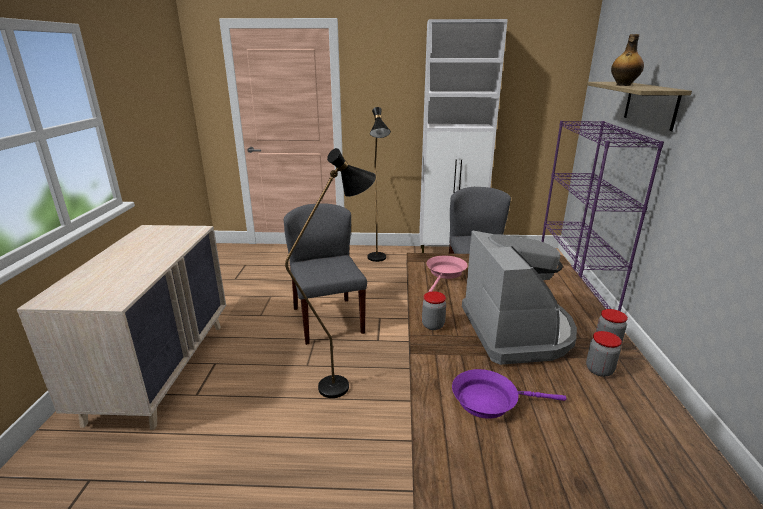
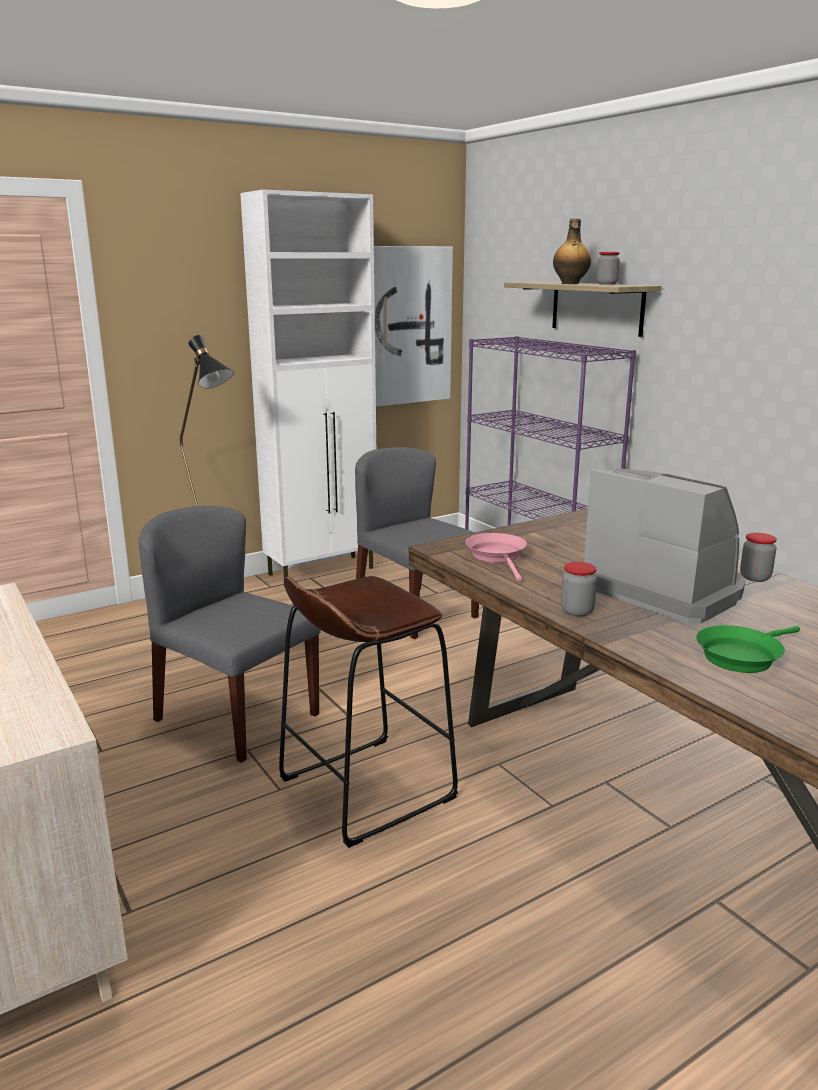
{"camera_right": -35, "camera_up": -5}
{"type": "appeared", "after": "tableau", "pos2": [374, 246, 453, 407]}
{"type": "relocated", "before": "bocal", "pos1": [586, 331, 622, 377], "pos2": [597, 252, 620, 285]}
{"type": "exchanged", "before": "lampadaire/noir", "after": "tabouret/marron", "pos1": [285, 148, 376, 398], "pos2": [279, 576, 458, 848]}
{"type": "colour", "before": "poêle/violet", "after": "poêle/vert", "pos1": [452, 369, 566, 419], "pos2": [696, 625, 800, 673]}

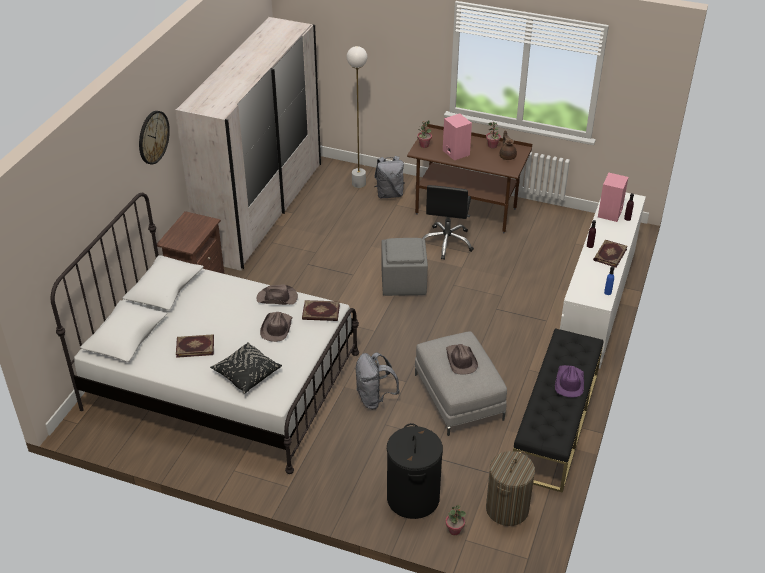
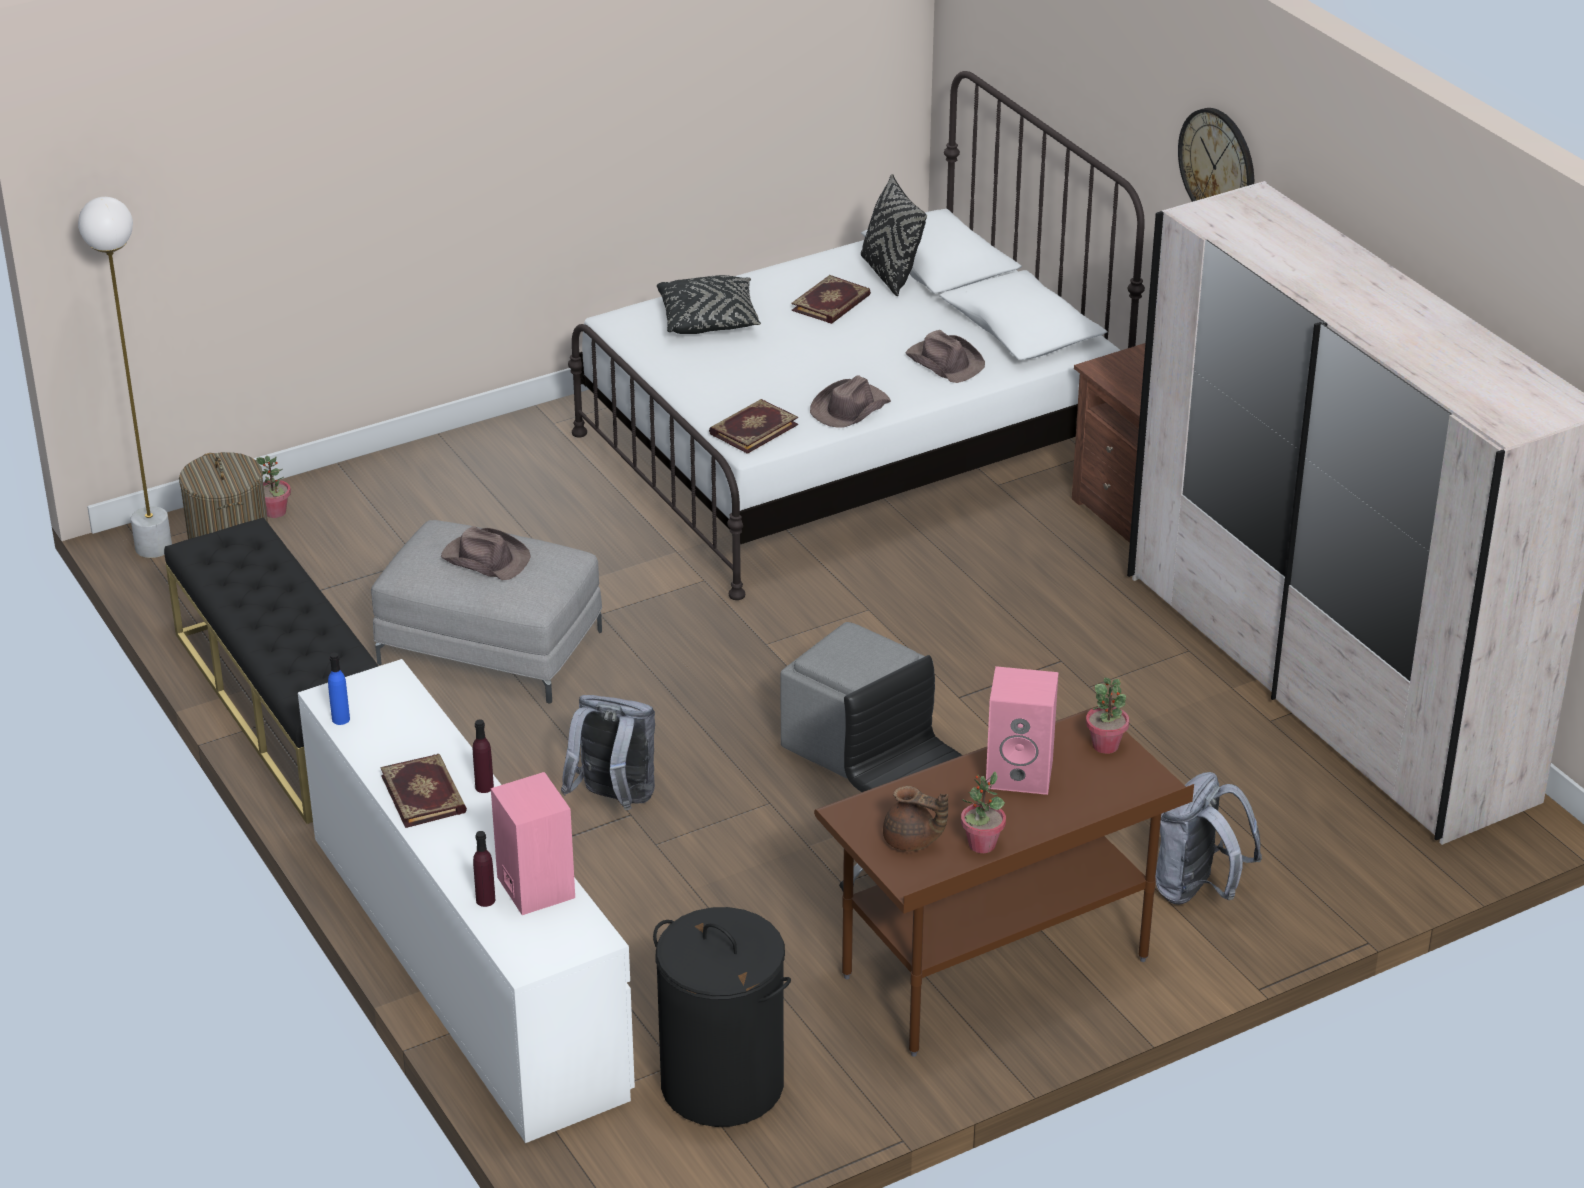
{"camera_right": 130, "camera_up": -5}
{"type": "missing", "before": "chapeau/violet", "pos1": [555, 365, 584, 398]}
{"type": "appeared", "after": "coussin/noir", "pos2": [861, 174, 927, 296]}
{"type": "relocated", "before": "chapeau/marron", "pos1": [260, 312, 293, 342], "pos2": [905, 330, 985, 383]}
{"type": "relocated", "before": "lampadaire/blanc", "pos1": [347, 46, 367, 188], "pos2": [78, 197, 172, 558]}
{"type": "relocated", "before": "sac à dos/gris", "pos1": [356, 352, 400, 409], "pos2": [561, 695, 655, 810]}
{"type": "relocated", "before": "panier à linge/noir", "pos1": [387, 423, 443, 519], "pos2": [653, 907, 791, 1127]}

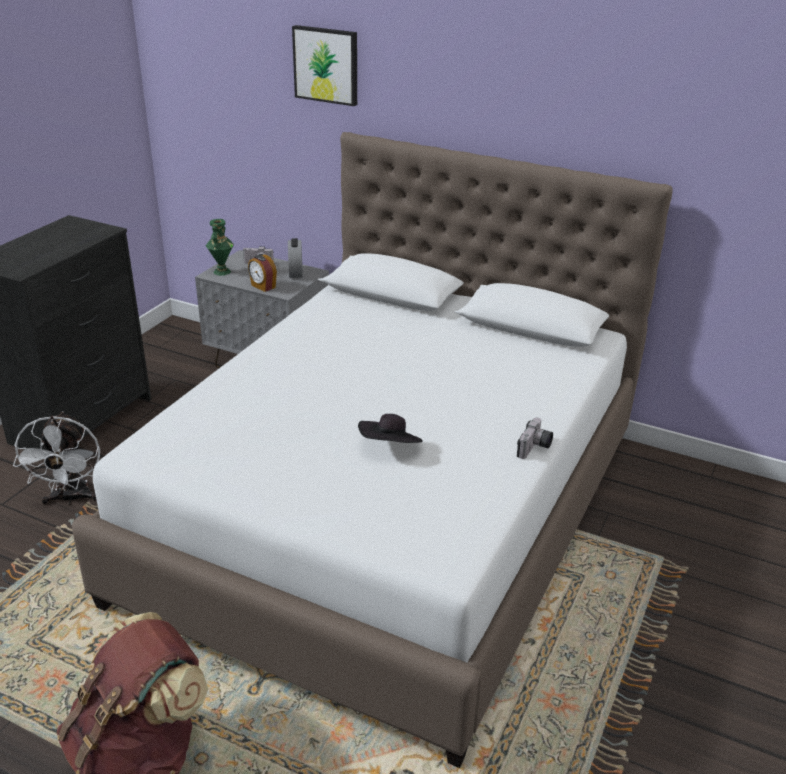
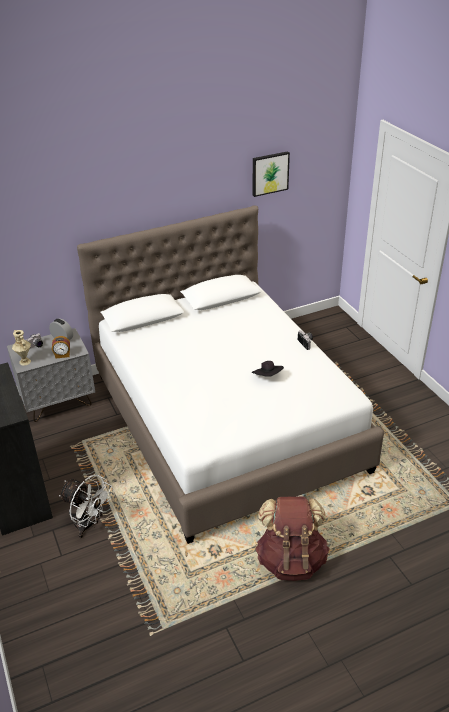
{"camera_right": -50, "camera_up": 5}
{"type": "relocated", "before": "tableau", "pos1": [292, 25, 357, 106], "pos2": [253, 151, 290, 197]}
{"type": "colour", "before": "vase/vert", "after": "vase/beige", "pos1": [206, 219, 234, 276], "pos2": [12, 330, 31, 366]}

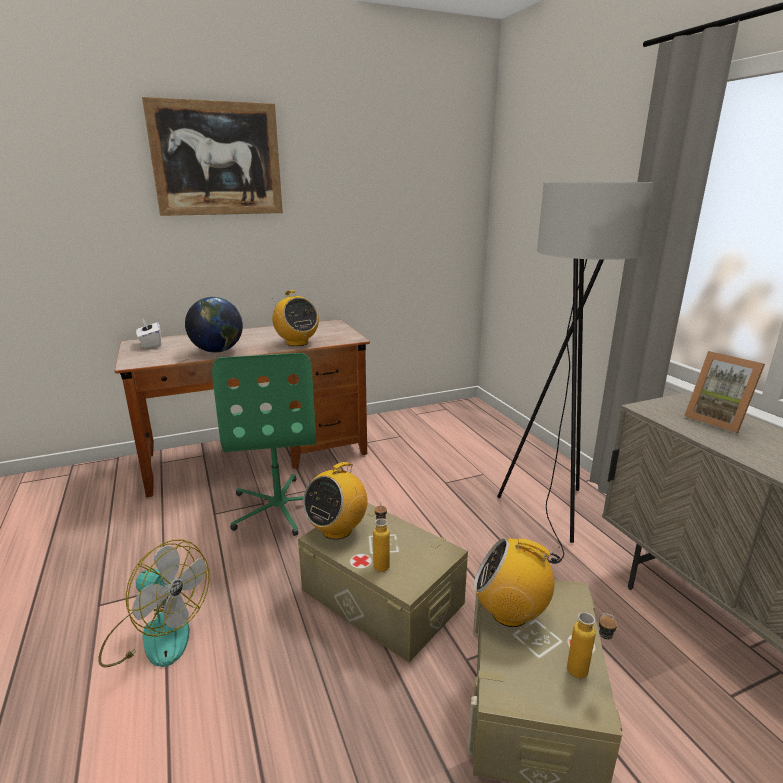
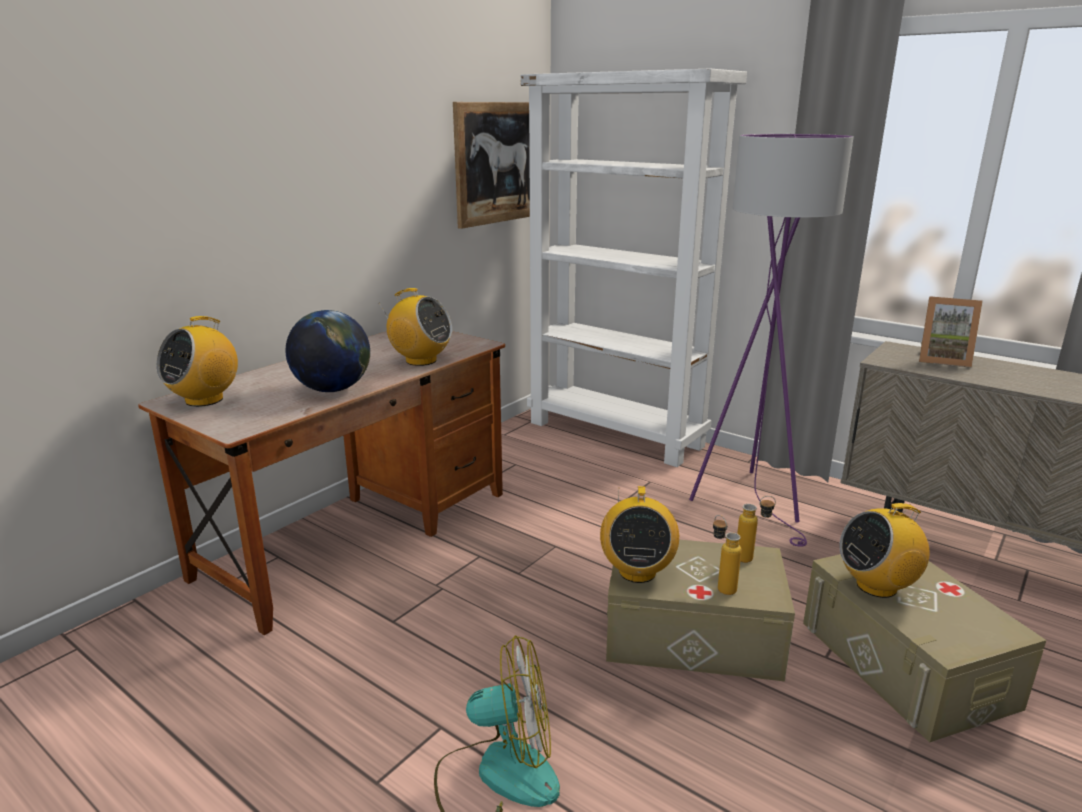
{"camera_right": -30, "camera_up": 0}
{"type": "missing", "before": "chaise de bureau/vert", "pos1": [212, 353, 316, 536]}
{"type": "appeared", "after": "bibliothèque/blanc", "pos2": [521, 69, 747, 467]}
{"type": "relocated", "before": "tableau", "pos1": [142, 97, 283, 216], "pos2": [453, 102, 530, 229]}
{"type": "relocated", "before": "bouteille", "pos1": [567, 612, 618, 678], "pos2": [737, 496, 776, 563]}
{"type": "exchanged", "before": "boîte à mouchoirs/blanc", "after": "radio", "pos1": [136, 319, 161, 349], "pos2": [156, 316, 238, 407]}
{"type": "colour", "before": "lampadaire/noir", "after": "lampadaire/violet", "pos1": [497, 182, 654, 564], "pos2": [689, 134, 854, 547]}

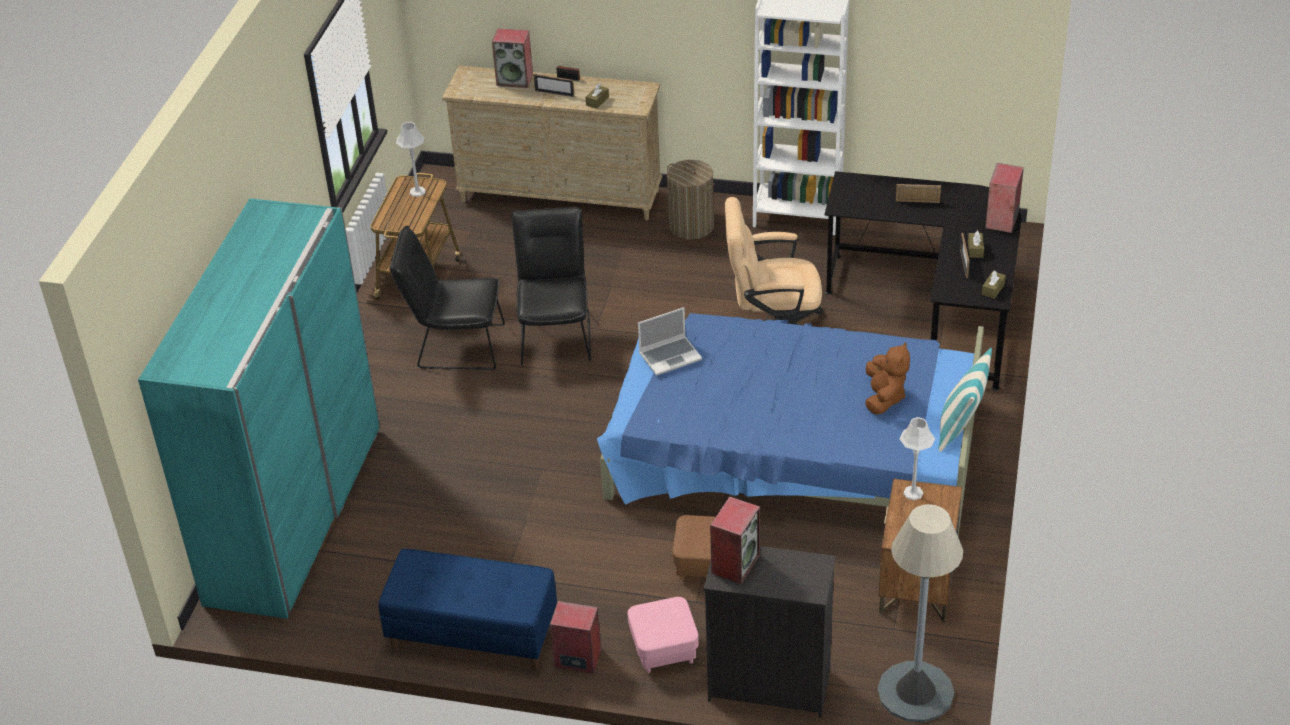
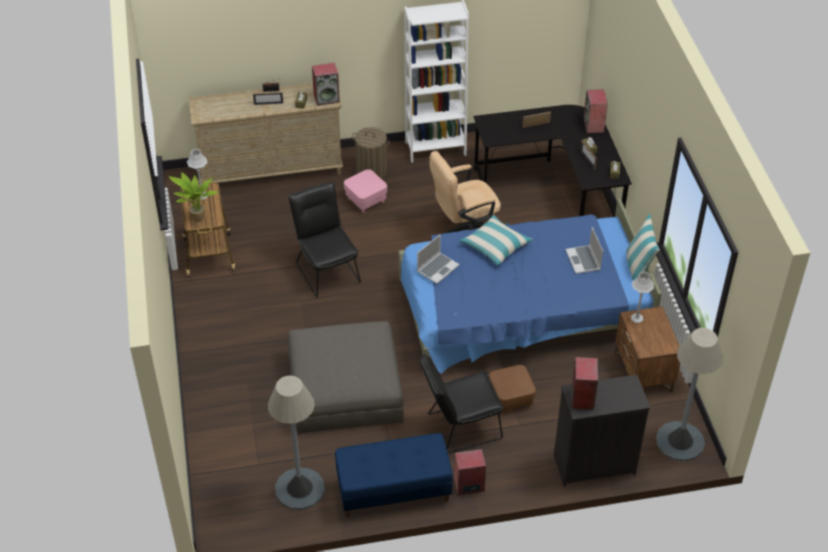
{"camera_right": -25, "camera_up": 5}
{"type": "missing", "before": "armoire/turquoise", "pos1": [138, 198, 380, 619]}
{"type": "appeared", "after": "plante en pot", "pos2": [169, 172, 218, 222]}
{"type": "appeared", "after": "lampadaire/gris", "pos2": [268, 376, 325, 510]}
{"type": "appeared", "after": "pouf/gris", "pos2": [287, 321, 404, 434]}
{"type": "appeared", "after": "coussin", "pos2": [460, 215, 532, 266]}
{"type": "relocated", "before": "chaise/noir", "pos1": [390, 226, 505, 370], "pos2": [420, 354, 504, 453]}
{"type": "relocated", "before": "enceinte", "pos1": [492, 29, 533, 88], "pos2": [312, 63, 340, 106]}
{"type": "relocated", "before": "pouf/rose", "pos1": [628, 597, 699, 673], "pos2": [344, 169, 387, 213]}
{"type": "exchanged", "before": "peluche/marron", "after": "ordinateur portable", "pos1": [865, 342, 910, 415], "pos2": [565, 227, 603, 274]}

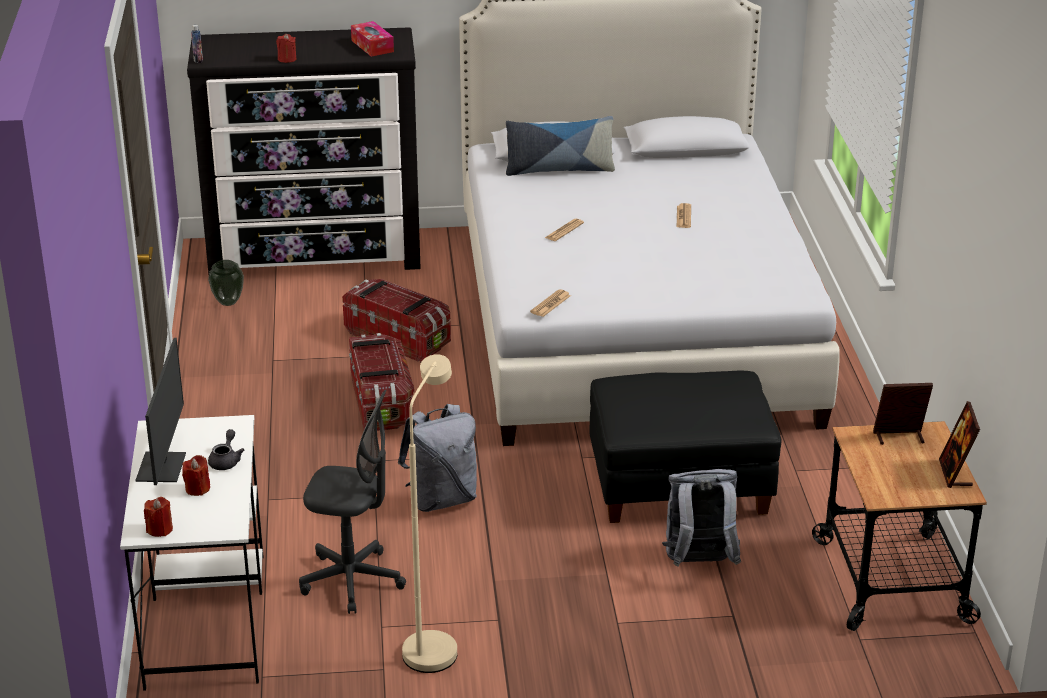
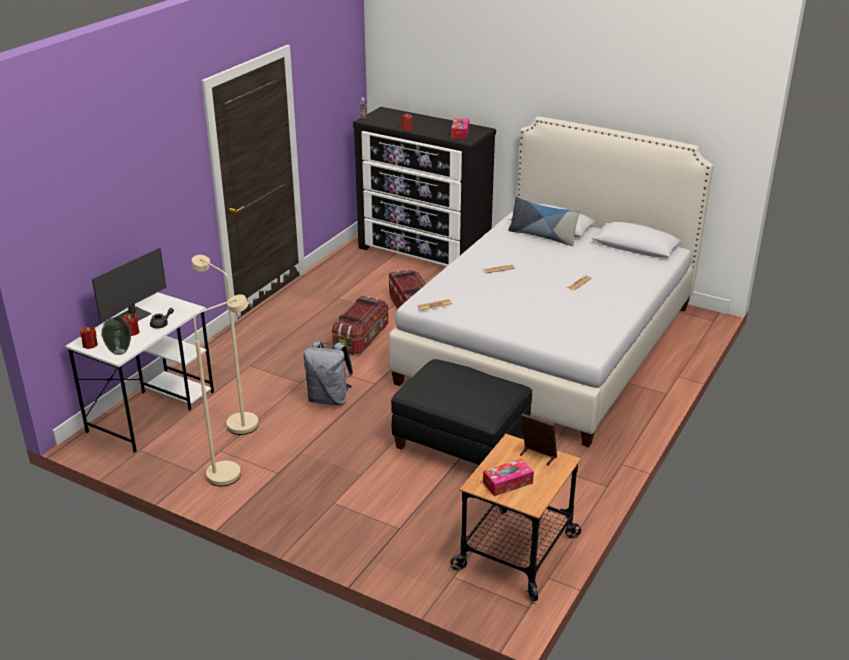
{"camera_right": 35, "camera_up": 0}
{"type": "missing", "before": "sac à dos/gris", "pos1": [662, 469, 741, 567]}
{"type": "missing", "before": "cadre photo", "pos1": [939, 401, 980, 488]}
{"type": "appeared", "after": "boîte à mouchoirs", "pos2": [483, 459, 534, 496]}
{"type": "relocated", "before": "vase", "pos1": [208, 260, 244, 306], "pos2": [101, 317, 131, 355]}
{"type": "exchanged", "before": "chaise de bureau/gris", "after": "lampadaire/beige", "pos1": [299, 390, 406, 614], "pos2": [191, 255, 259, 435]}

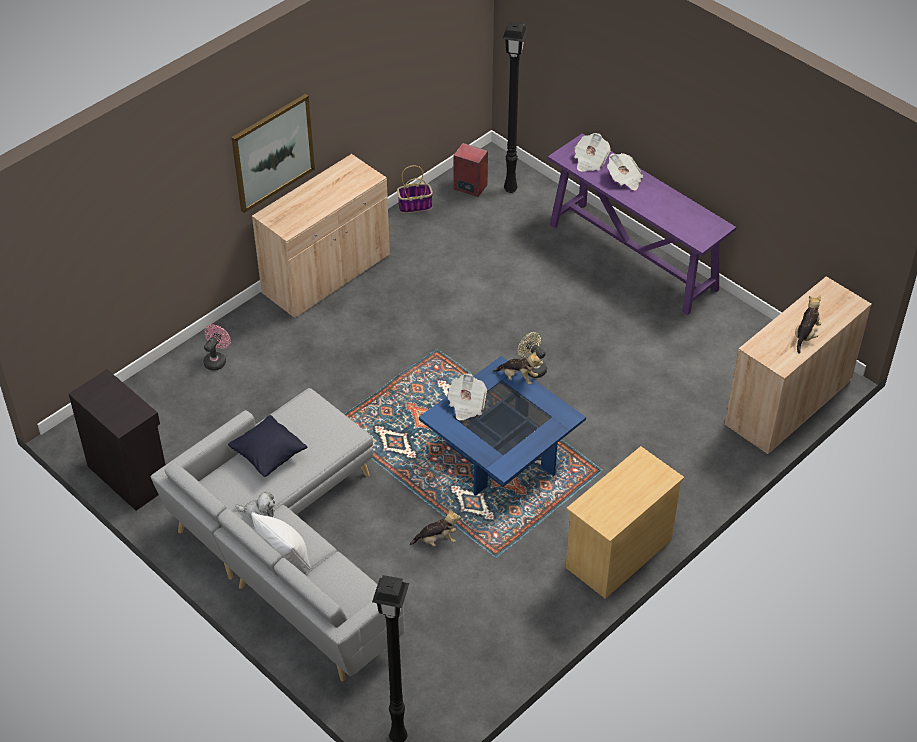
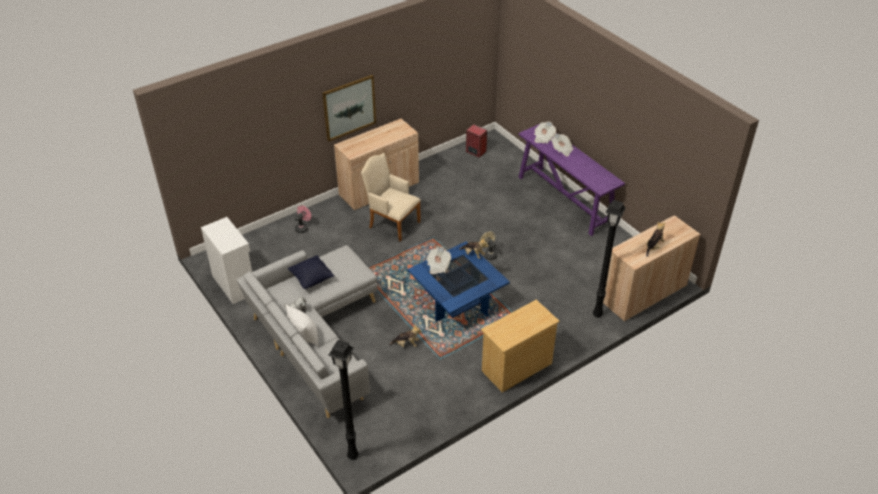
{"camera_right": 10, "camera_up": -5}
{"type": "missing", "before": "panier", "pos1": [397, 165, 433, 213]}
{"type": "appeared", "after": "fauteuil/beige", "pos2": [361, 153, 421, 242]}
{"type": "relocated", "before": "lampadaire/noir", "pos1": [503, 21, 528, 193], "pos2": [593, 200, 626, 318]}
{"type": "colour", "before": "meuble de rangement/noir", "after": "meuble de rangement/blanc", "pos1": [69, 369, 166, 511], "pos2": [201, 217, 252, 304]}

